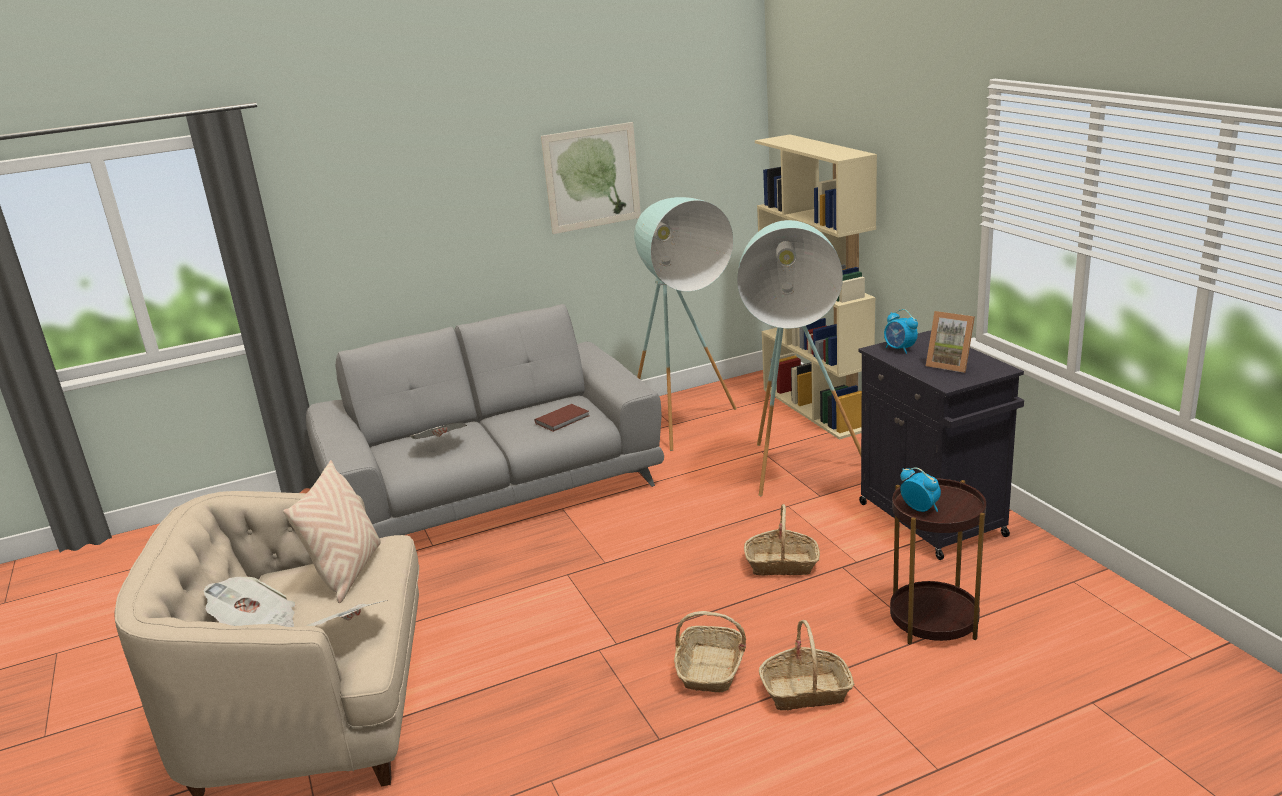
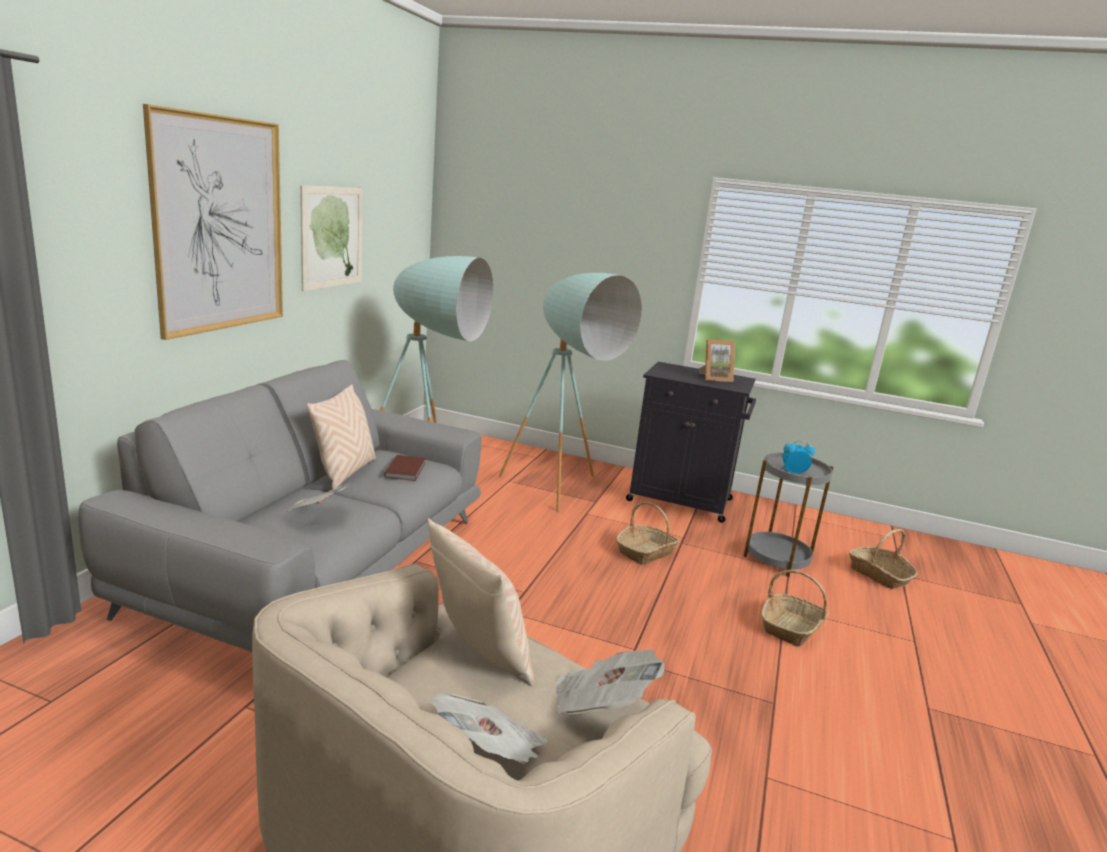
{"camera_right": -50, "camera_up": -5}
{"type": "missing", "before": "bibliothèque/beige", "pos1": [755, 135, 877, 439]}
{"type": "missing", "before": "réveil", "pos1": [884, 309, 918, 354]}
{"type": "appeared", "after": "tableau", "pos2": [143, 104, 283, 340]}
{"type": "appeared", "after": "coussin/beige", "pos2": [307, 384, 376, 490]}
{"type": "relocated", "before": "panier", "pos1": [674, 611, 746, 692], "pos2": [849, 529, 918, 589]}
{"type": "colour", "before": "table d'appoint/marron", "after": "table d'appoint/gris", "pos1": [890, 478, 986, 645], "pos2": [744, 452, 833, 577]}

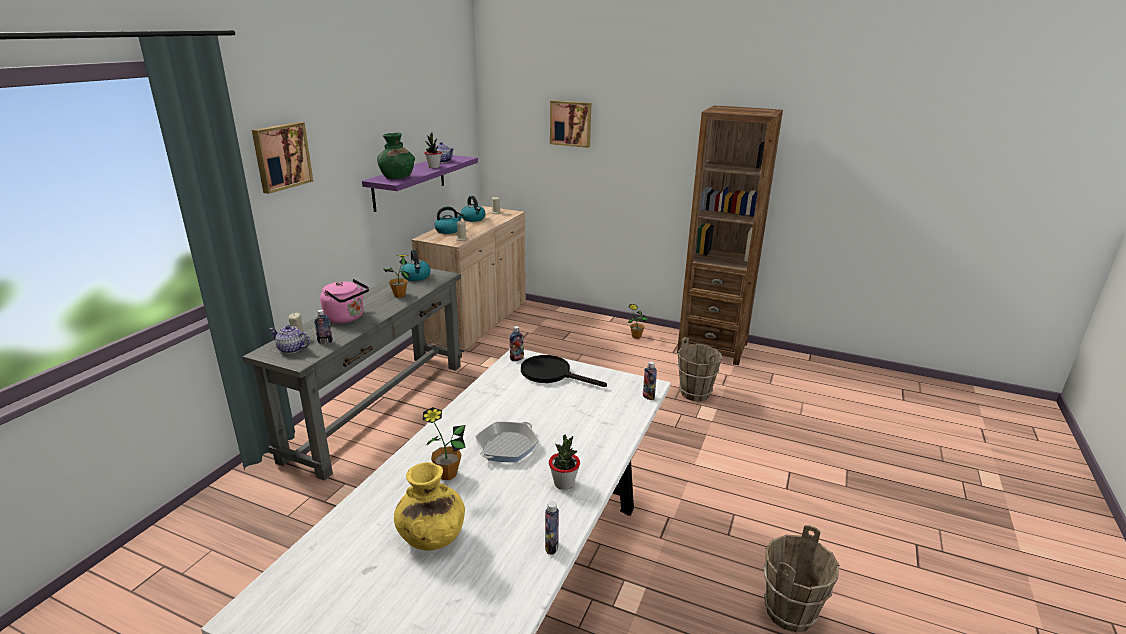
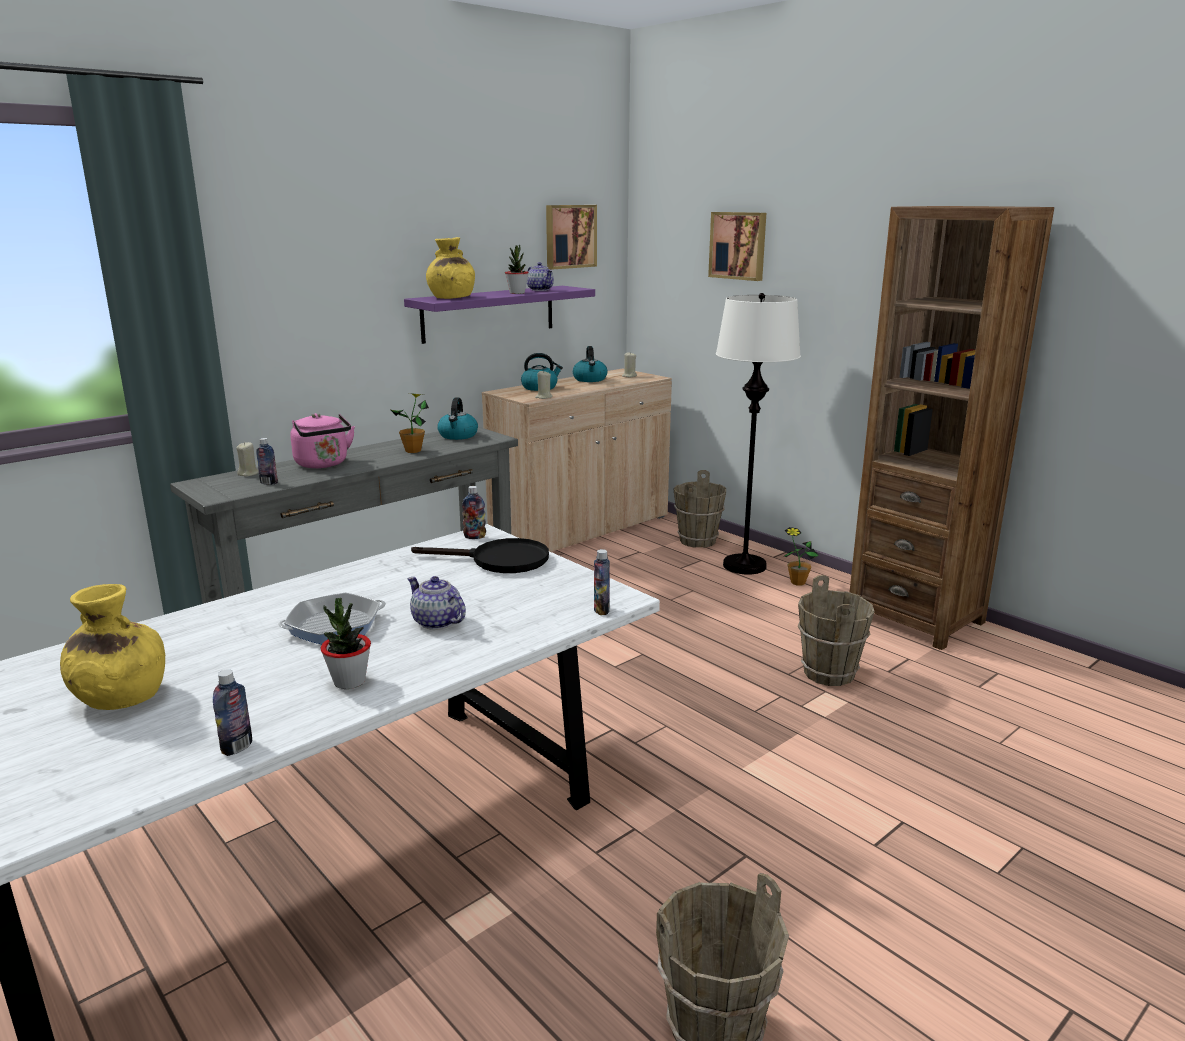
{"camera_right": 25, "camera_up": -5}
{"type": "missing", "before": "plante en pot", "pos1": [423, 407, 466, 480]}
{"type": "appeared", "after": "seau/marron", "pos2": [673, 470, 726, 548]}
{"type": "appeared", "after": "lampadaire/blanc", "pos2": [716, 293, 801, 575]}
{"type": "relocated", "before": "tableau", "pos1": [252, 122, 313, 194], "pos2": [546, 205, 597, 270]}
{"type": "relocated", "before": "théière", "pos1": [269, 325, 310, 354], "pos2": [407, 576, 466, 630]}
{"type": "colour", "before": "vase/vert", "after": "vase/jaune", "pos1": [377, 133, 415, 179], "pos2": [426, 237, 475, 299]}
{"type": "spun", "before": "poêle/noir", "pos1": [521, 355, 607, 387], "pos2": [411, 538, 549, 573], "turn": 135}

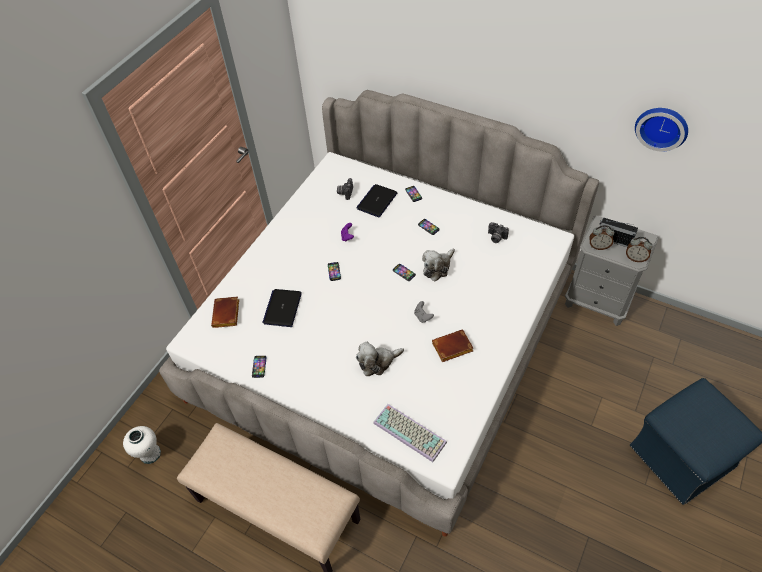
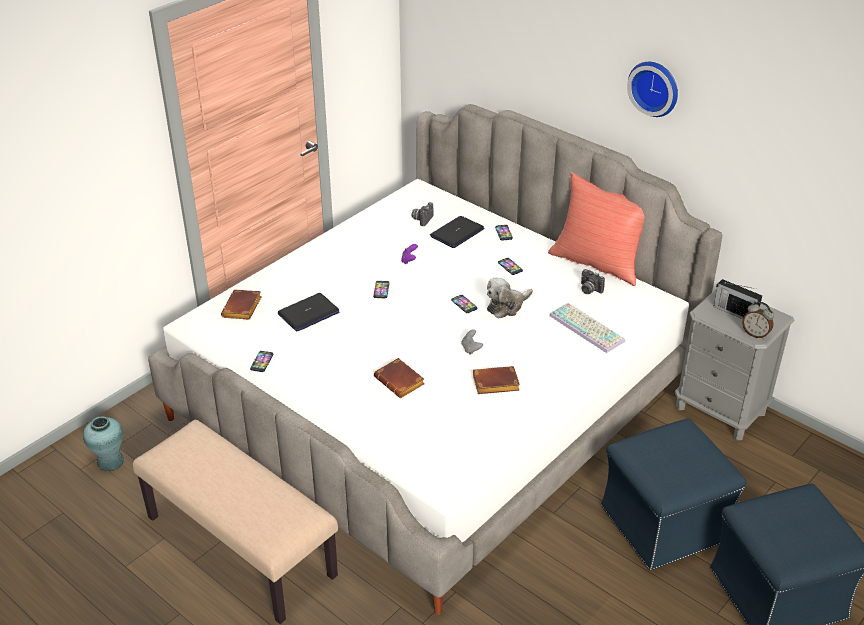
{"camera_right": 10, "camera_up": -15}
{"type": "missing", "before": "réveil", "pos1": [589, 225, 614, 250]}
{"type": "appeared", "after": "coussin/rouge", "pos2": [548, 172, 644, 286]}
{"type": "appeared", "after": "pouf/bleu", "pos2": [601, 418, 746, 570]}
{"type": "relocated", "before": "clavier", "pos1": [373, 404, 447, 462], "pos2": [549, 303, 625, 353]}
{"type": "relocated", "before": "horloge murale", "pos1": [635, 108, 688, 152], "pos2": [627, 62, 678, 117]}
{"type": "exchanged", "before": "peluche", "after": "livre/marron", "pos1": [356, 342, 404, 376], "pos2": [374, 358, 425, 398]}
{"type": "colour", "before": "vase/blanc", "after": "vase/turquoise", "pos1": [123, 426, 161, 464], "pos2": [83, 416, 124, 471]}
{"type": "spun", "before": "ordinateur portable", "pos1": [262, 289, 302, 327], "pos2": [278, 293, 339, 331], "turn": -150}

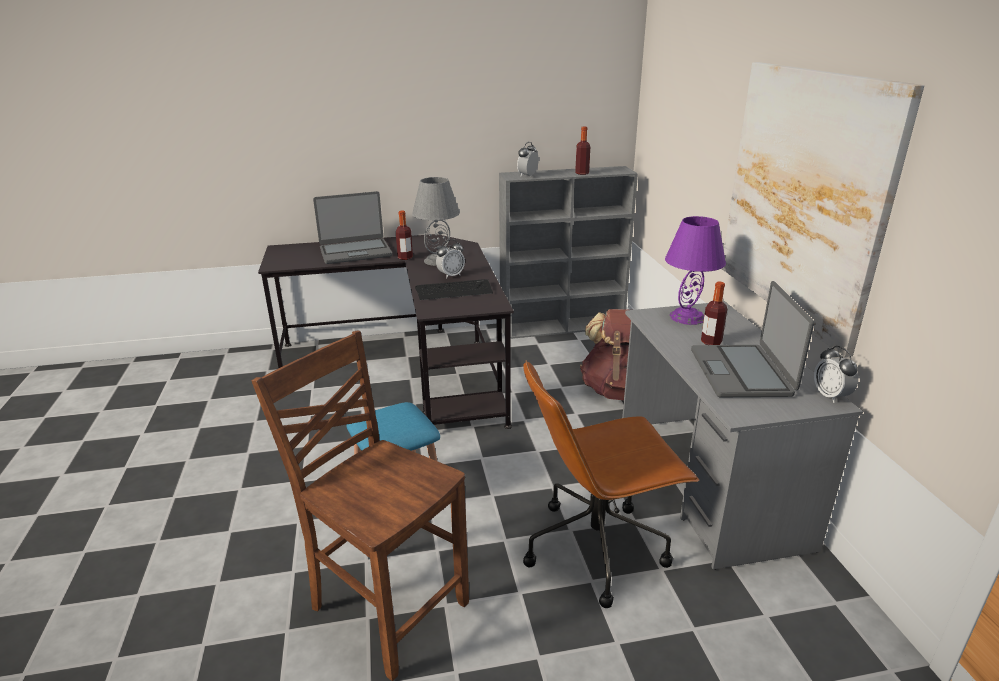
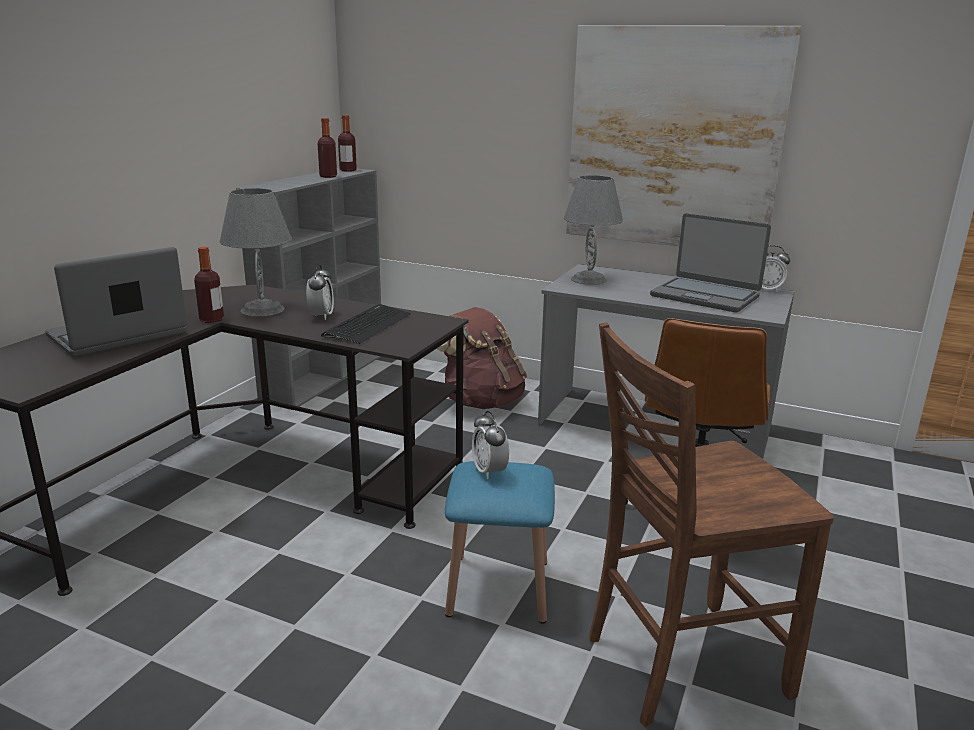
{"camera_right": -55, "camera_up": -5}
{"type": "relocated", "before": "réveil", "pos1": [517, 142, 539, 176], "pos2": [472, 411, 509, 479]}
{"type": "relocated", "before": "bouteille", "pos1": [701, 281, 727, 345], "pos2": [338, 115, 357, 172]}
{"type": "colour", "before": "lampe de table/violet", "after": "lampe de table/gris", "pos1": [665, 216, 726, 325], "pos2": [564, 175, 623, 285]}
{"type": "spun", "before": "ordinateur portable", "pos1": [313, 191, 392, 264], "pos2": [45, 247, 187, 357], "turn": -150}

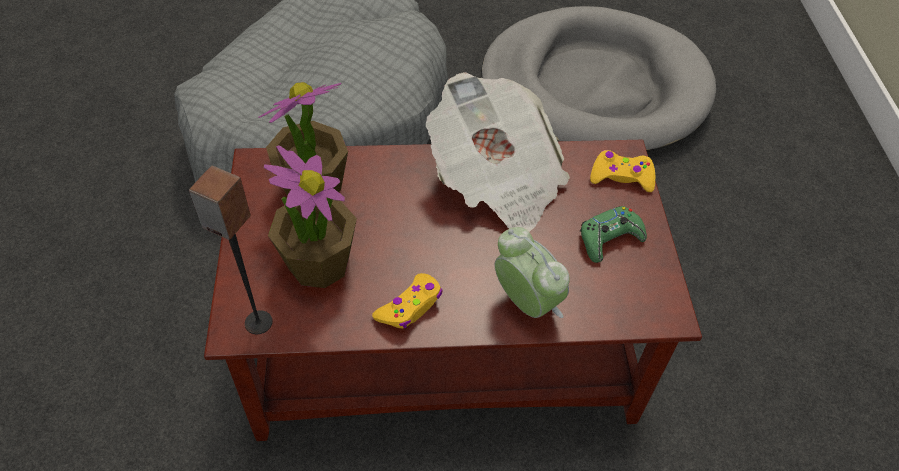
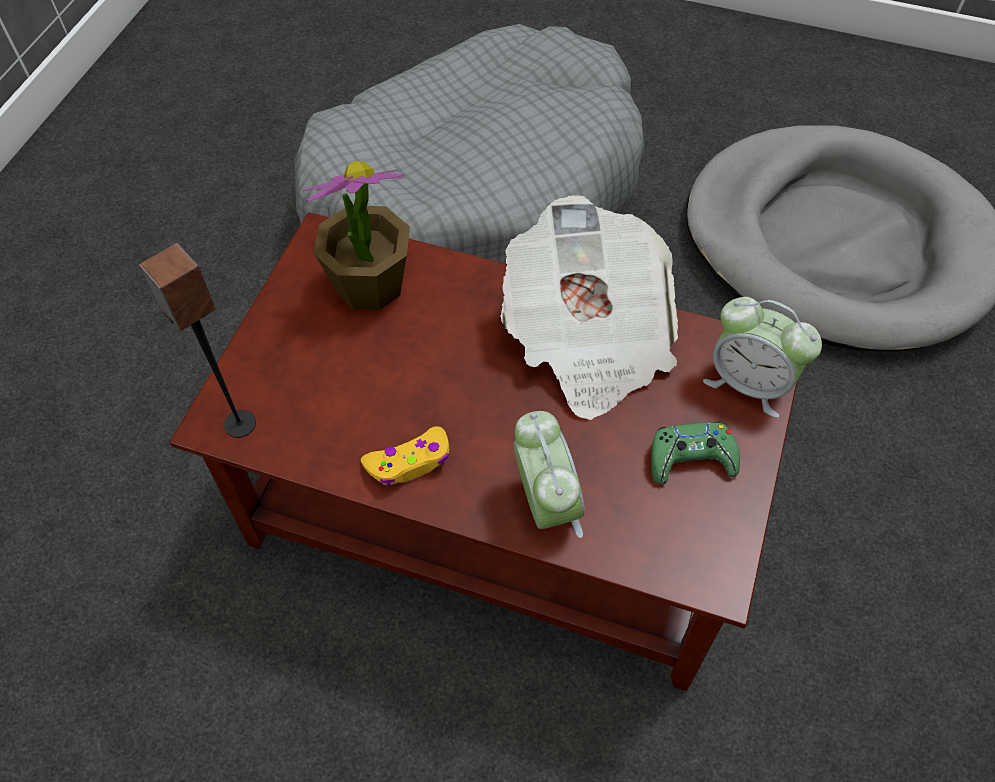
{"camera_right": 25, "camera_up": 5}
{"type": "missing", "before": "plante en pot", "pos1": [264, 145, 357, 288]}
{"type": "exchanged", "before": "manette/jaune", "after": "réveil", "pos1": [590, 150, 655, 192], "pos2": [703, 297, 822, 418]}

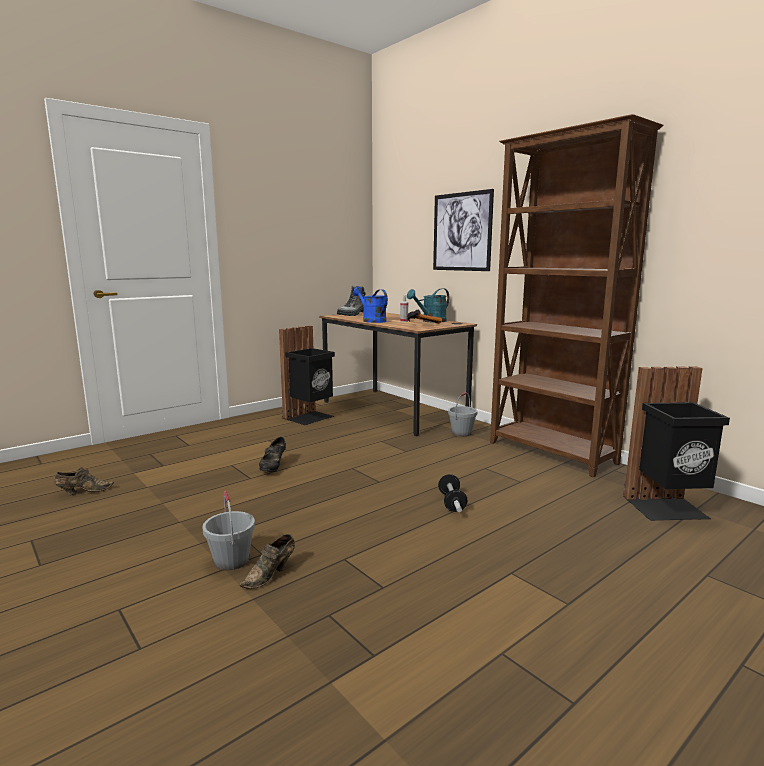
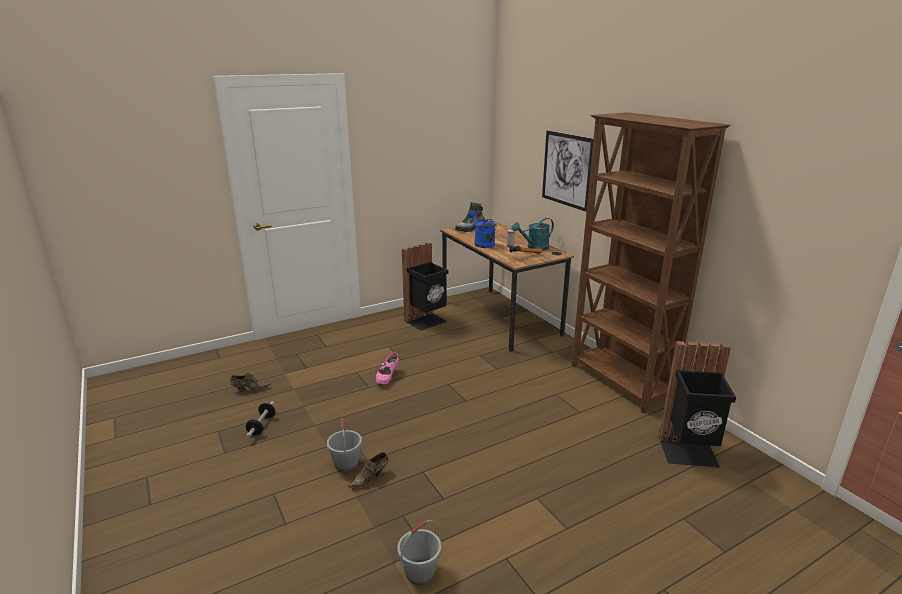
{"camera_right": 10, "camera_up": 10}
{"type": "relocated", "before": "haltère", "pos1": [438, 474, 468, 512], "pos2": [246, 401, 275, 438]}
{"type": "relocated", "before": "seau/gris", "pos1": [448, 392, 478, 437], "pos2": [397, 520, 442, 585]}
{"type": "colour", "before": "chaussure/noir", "after": "chaussure/rose", "pos1": [259, 437, 286, 472], "pos2": [376, 352, 399, 385]}

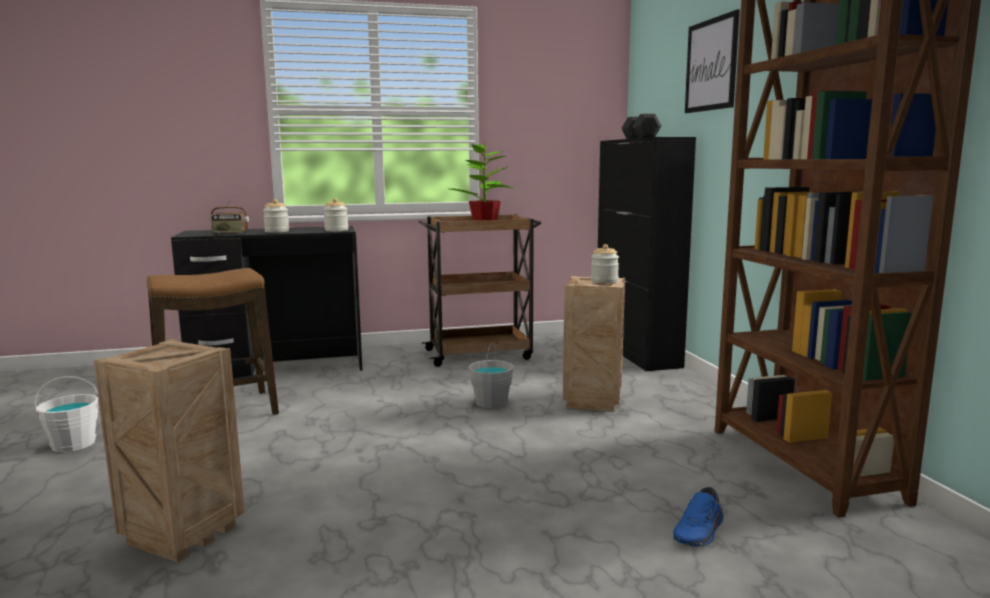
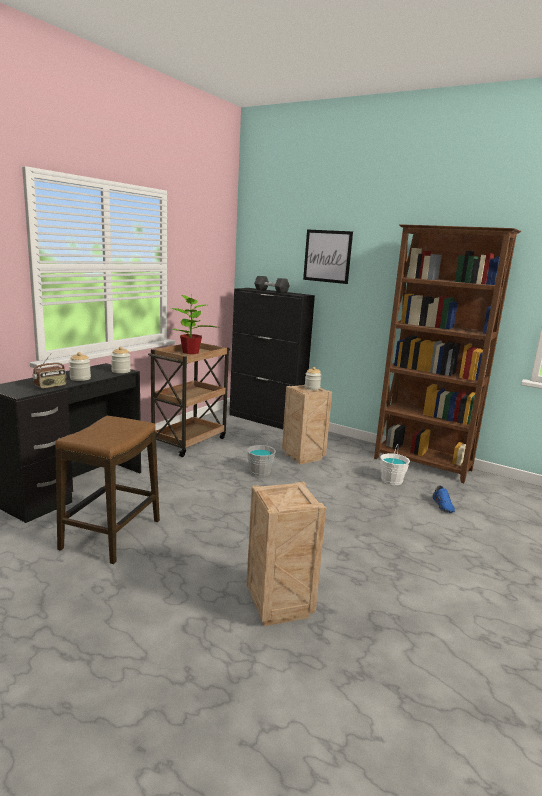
{"camera_right": -45, "camera_up": 5}
{"type": "relocated", "before": "seau/blanc", "pos1": [34, 376, 99, 452], "pos2": [380, 444, 410, 485]}

